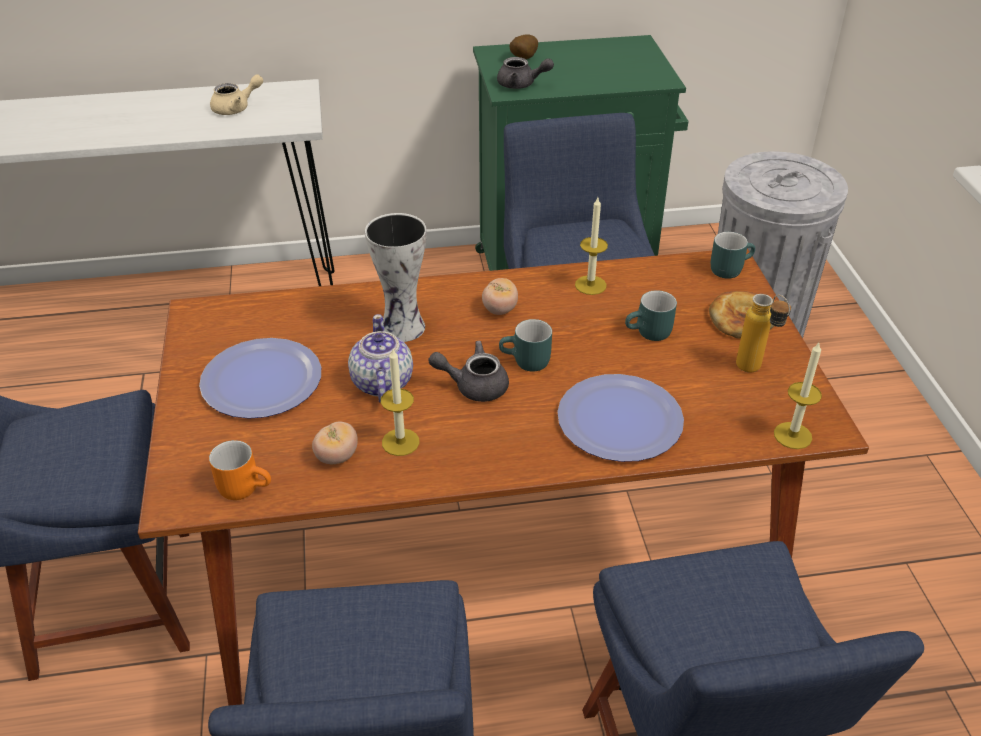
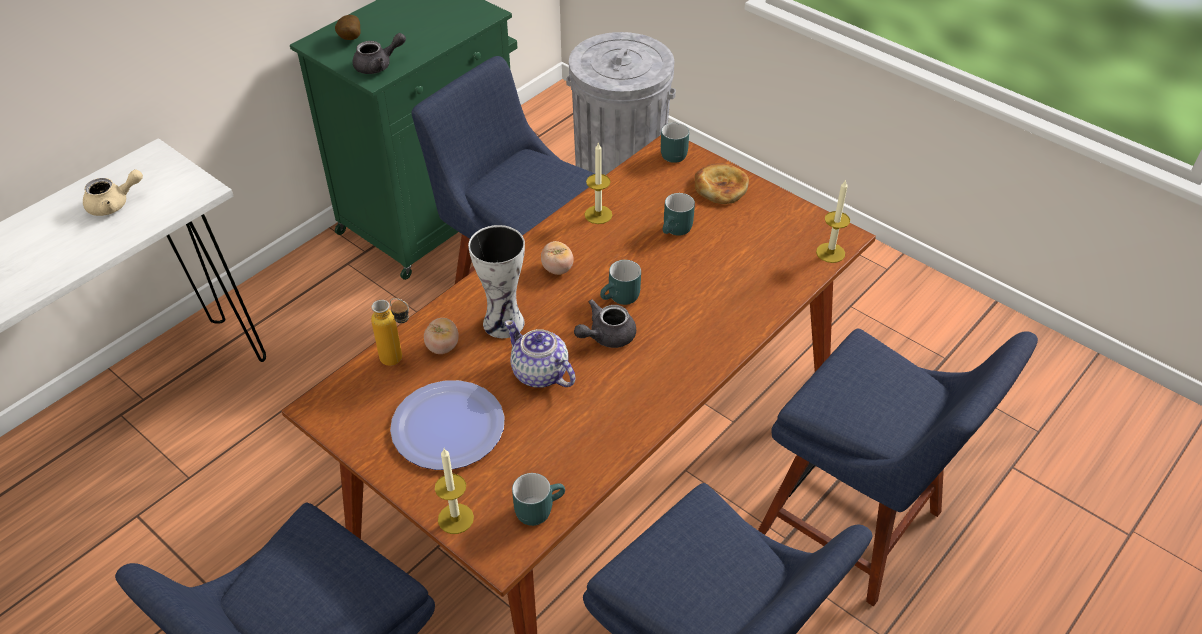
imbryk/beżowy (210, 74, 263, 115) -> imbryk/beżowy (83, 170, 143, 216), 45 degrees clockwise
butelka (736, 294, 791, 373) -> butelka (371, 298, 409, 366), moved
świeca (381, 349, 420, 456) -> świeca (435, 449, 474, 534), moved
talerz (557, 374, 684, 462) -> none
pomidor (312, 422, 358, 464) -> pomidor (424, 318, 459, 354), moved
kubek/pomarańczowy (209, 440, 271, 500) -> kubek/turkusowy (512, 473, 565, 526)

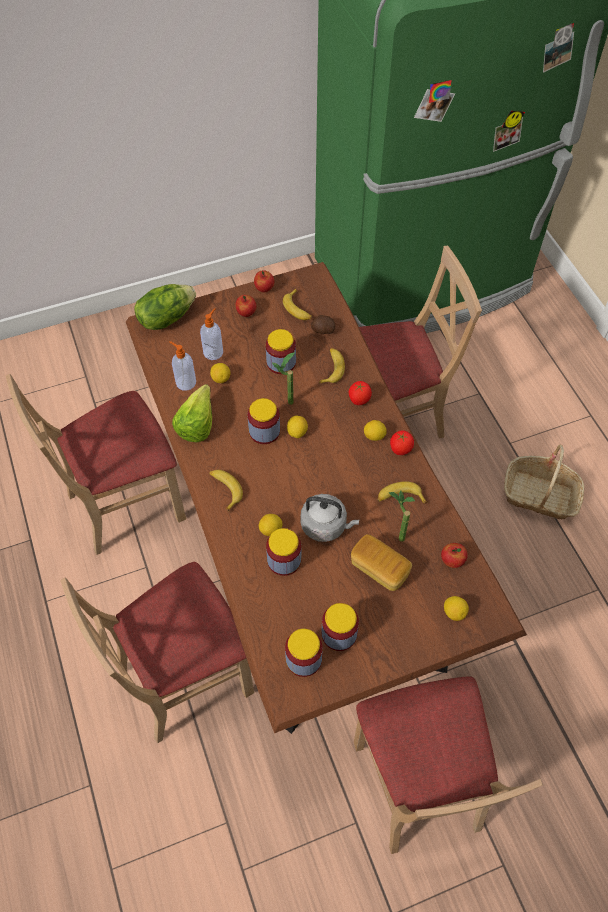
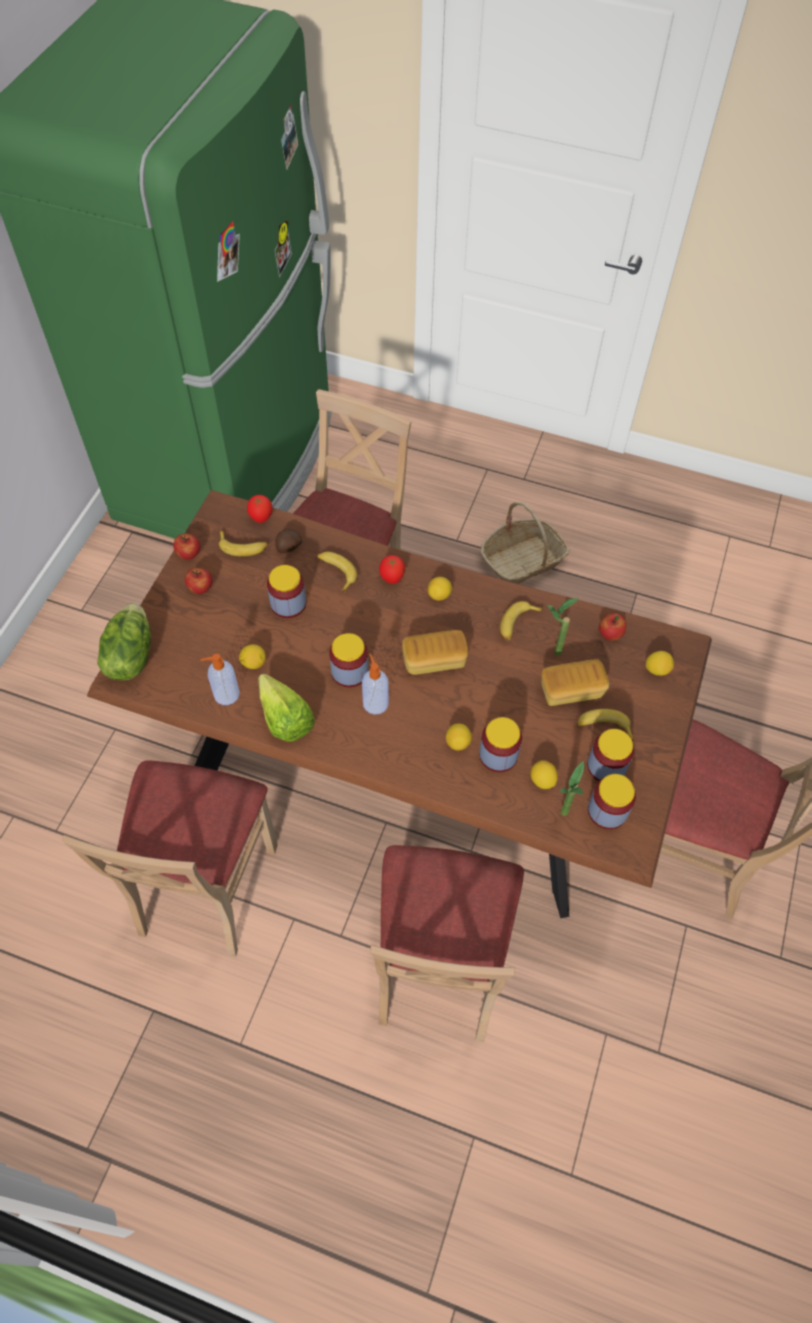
dozownik mydła (200, 308, 223, 360) -> dozownik mydła (362, 653, 389, 715), moved
roślina doniczkowa (272, 352, 295, 405) -> roślina doniczkowa (560, 761, 584, 816), moved
cytryna (287, 416, 308, 438) -> cytryna (530, 760, 558, 789), moved
pomidor (390, 430, 414, 455) -> pomidor (247, 495, 273, 523), moved
banan (210, 470, 243, 512) -> banan (576, 709, 635, 740), moved
czajnik/szary (301, 494, 359, 542) -> none
none -> chleb (402, 630, 468, 675)

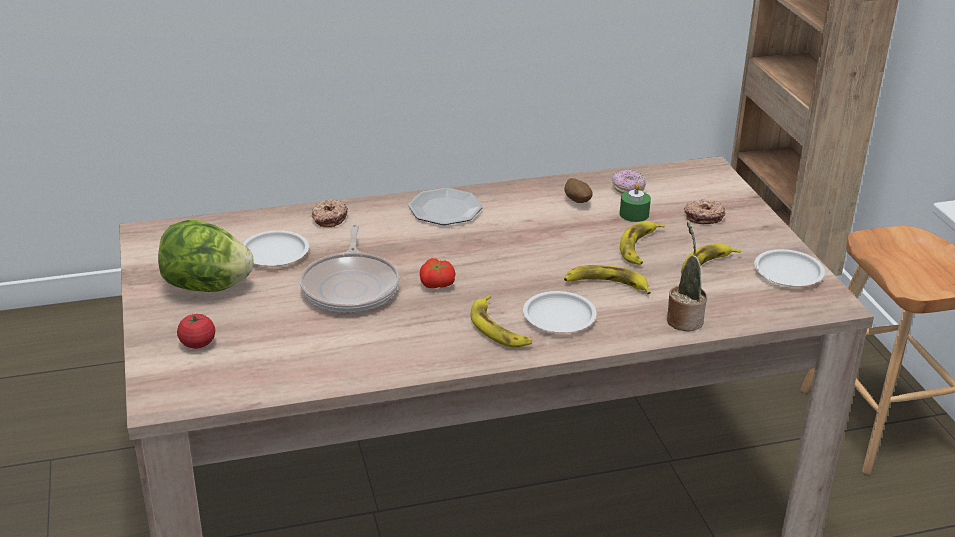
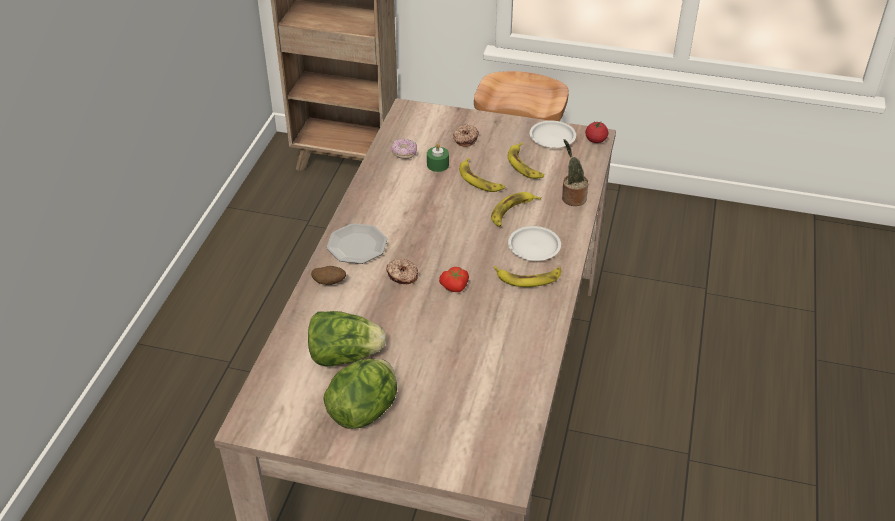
ziemniak (564, 178, 593, 203) -> ziemniak (311, 266, 346, 285), moved
donut (312, 199, 348, 227) -> donut (386, 258, 418, 284), moved
patelnia (300, 224, 400, 312) -> none
talerz/biały (243, 230, 309, 266) -> sałata (308, 311, 386, 366)
pomidor (177, 314, 215, 349) -> pomidor (585, 121, 608, 143), moved

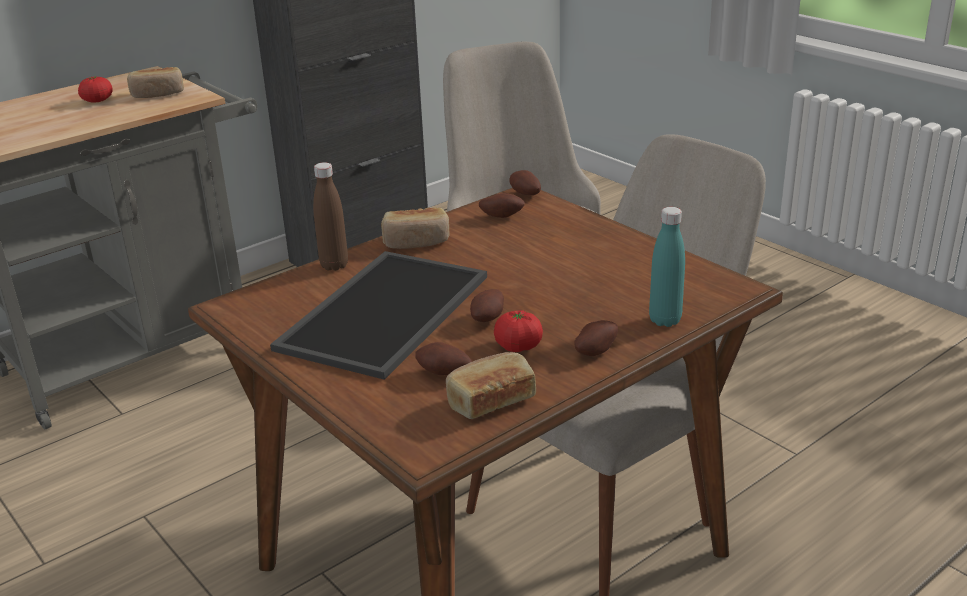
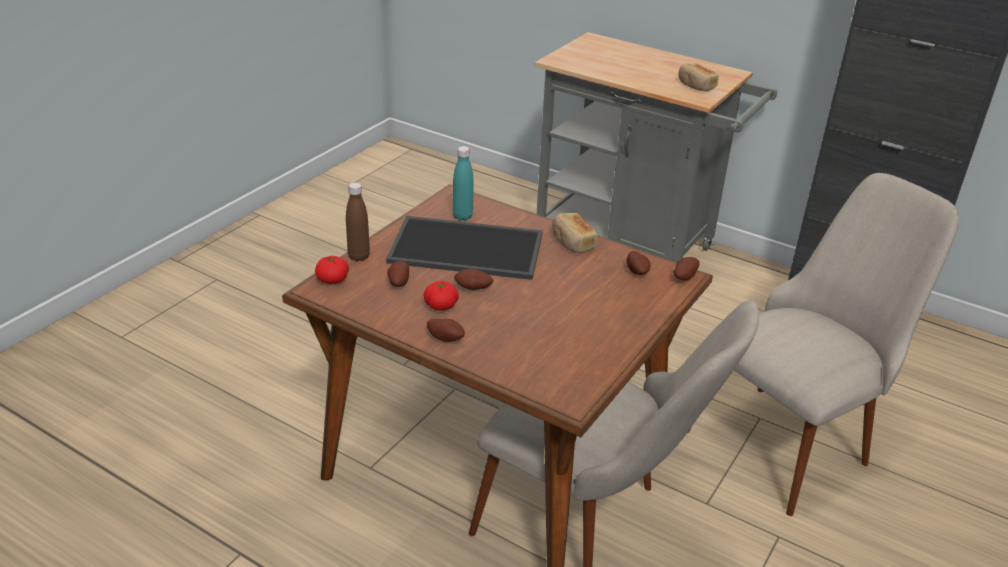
pomidor (78, 76, 113, 103) -> pomidor (315, 256, 349, 284), moved
butelka/brązowy (313, 162, 348, 271) -> butelka/brązowy (346, 182, 370, 261), moved
butelka/turkusowy (649, 207, 685, 327) -> butelka/turkusowy (453, 146, 474, 221), moved
chleb (446, 352, 536, 419) -> none

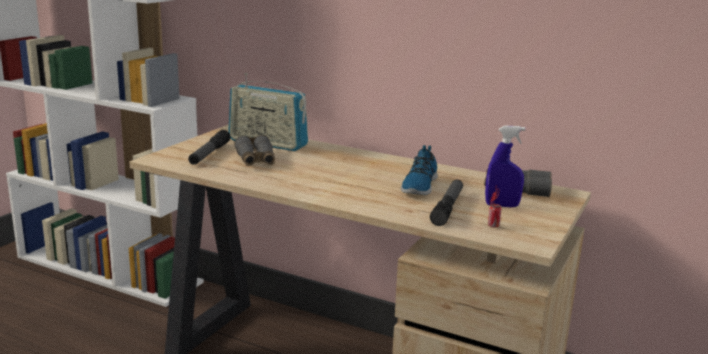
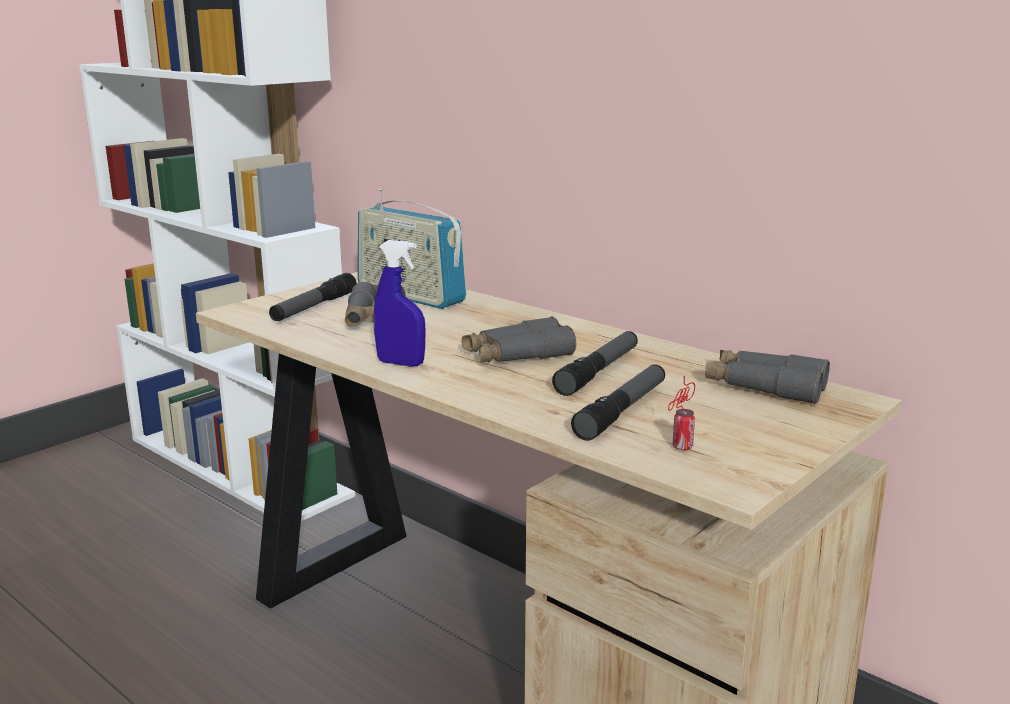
spryskiwacz/niebieski (485, 125, 525, 207) -> spryskiwacz/niebieski (374, 240, 425, 367), moved
but (401, 145, 438, 195) -> latarka (552, 331, 638, 396)
none -> lornetka/szary (462, 316, 576, 362)

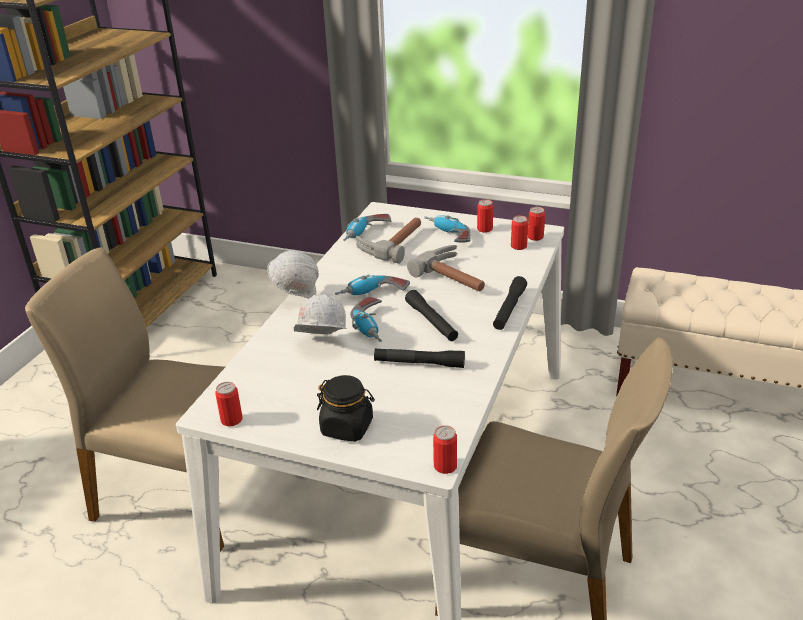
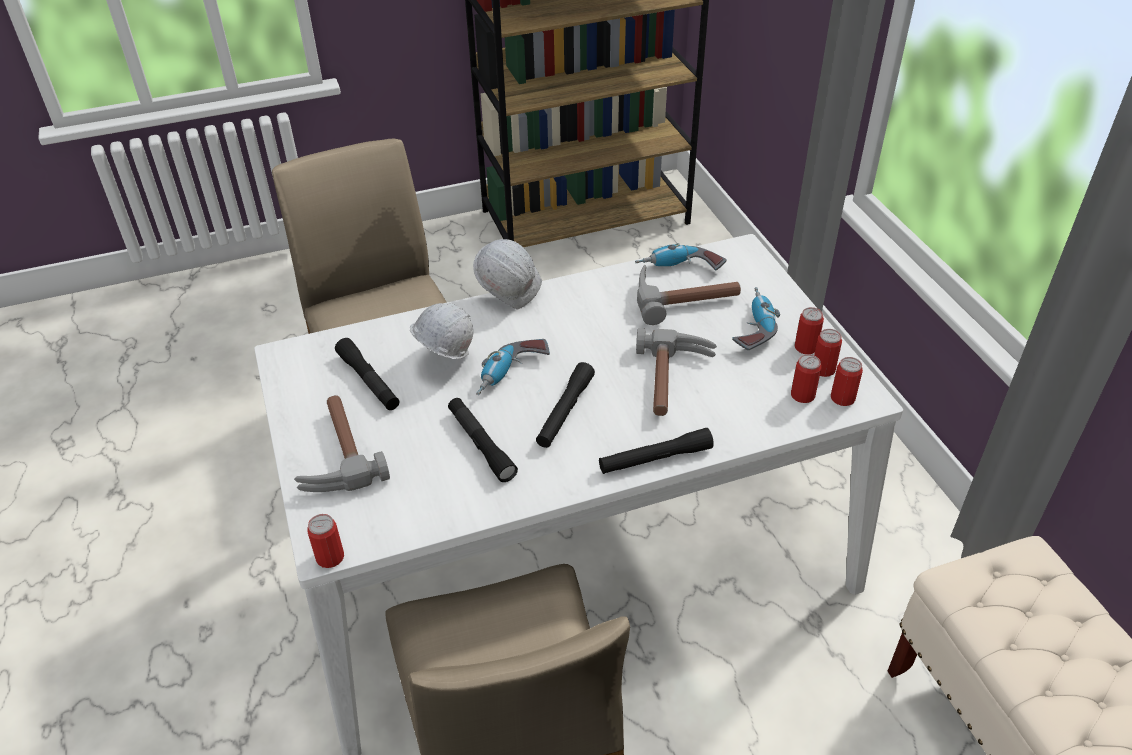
wiertarka (335, 274, 410, 295) -> none
słoik/czarny (317, 375, 375, 442) -> młotek (294, 395, 390, 492)
puszka (216, 382, 243, 426) -> puszka (814, 329, 842, 377), moved
none -> latarka/czarny (335, 338, 399, 410)

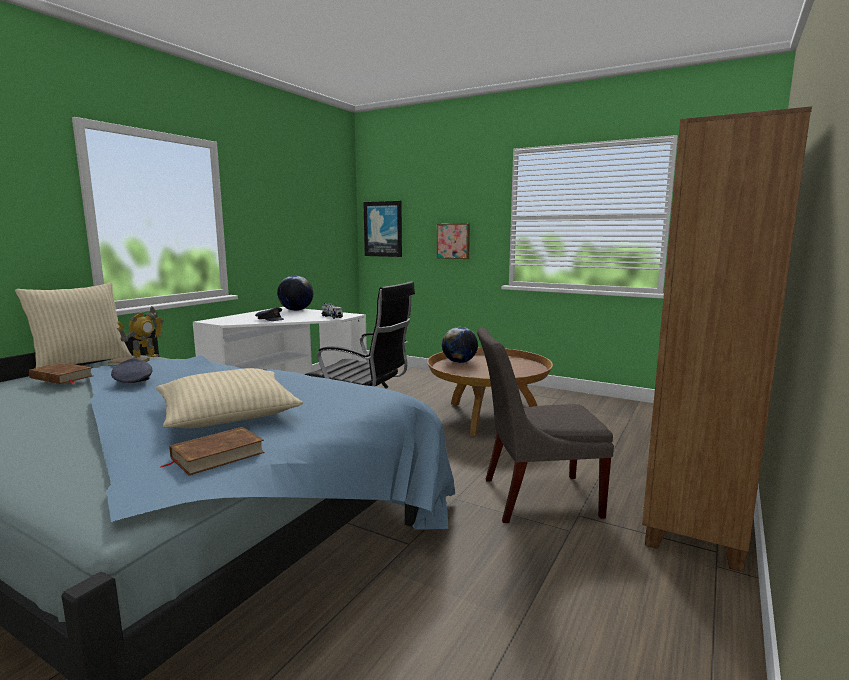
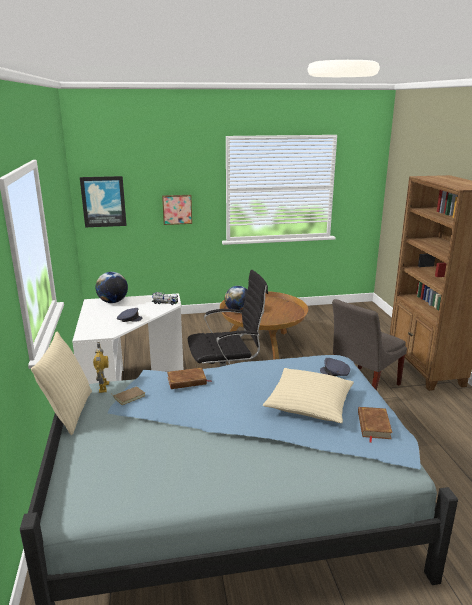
czapka z daszkiem/szary (111, 358, 153, 383) -> czapka z daszkiem/szary (320, 358, 350, 376), moved
książka/brązowy (29, 363, 93, 384) -> książka/brązowy (167, 367, 210, 389), moved

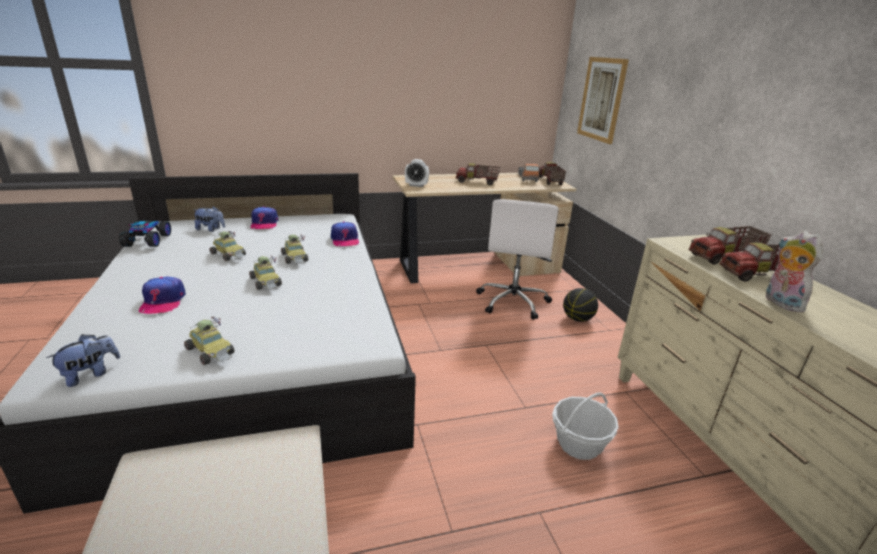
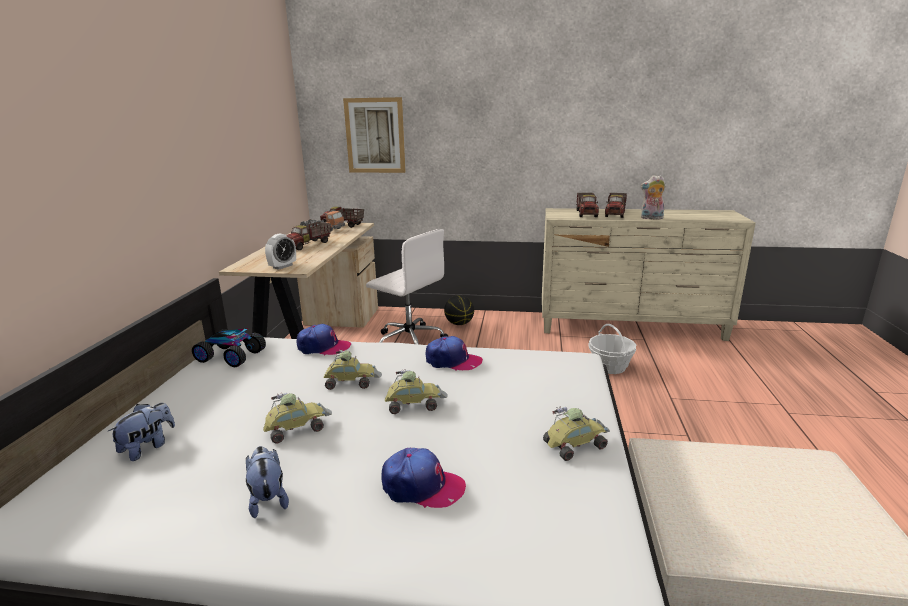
czapka z daszkiem (250, 206, 278, 229) -> czapka z daszkiem (426, 336, 483, 370), moved
samochodzik (119, 221, 171, 247) -> samochodzik (192, 328, 266, 367), moved
pluszak (46, 334, 120, 387) -> pluszak (246, 446, 289, 518), moved

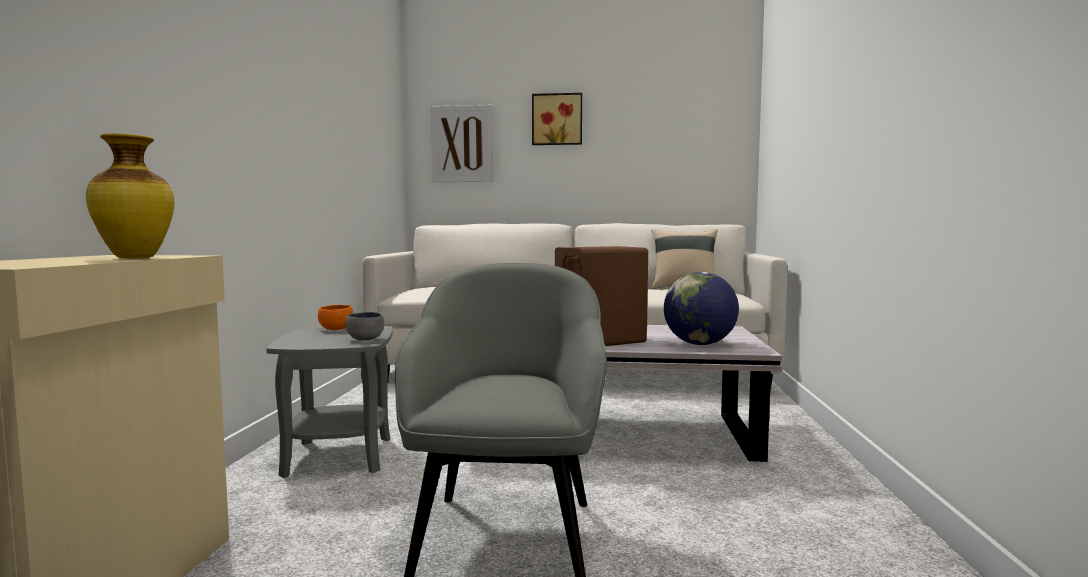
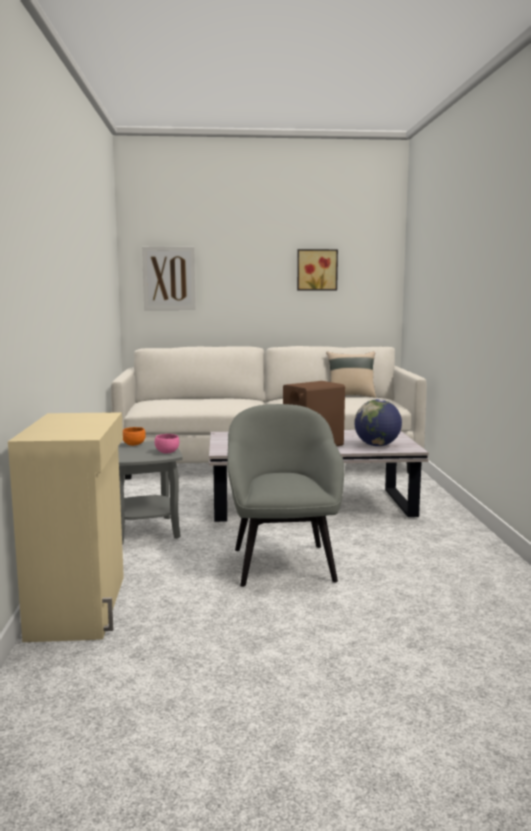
obraz (532, 93, 582, 145) -> obraz (297, 249, 338, 290), moved
wazon (86, 133, 174, 258) -> none
miska/szary (345, 312, 384, 341) -> miska/różowy (155, 434, 179, 453)

